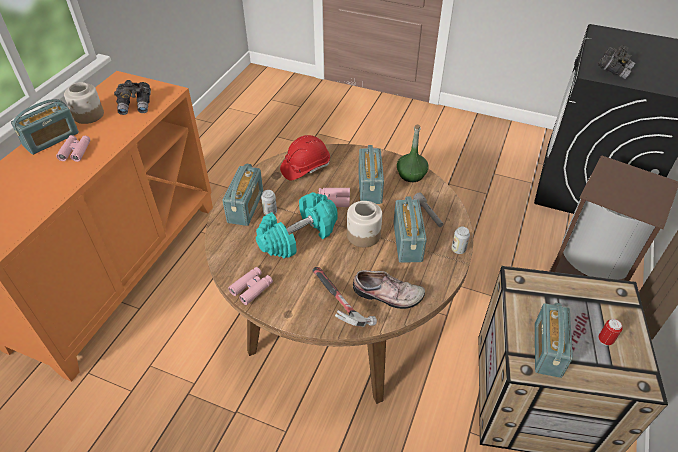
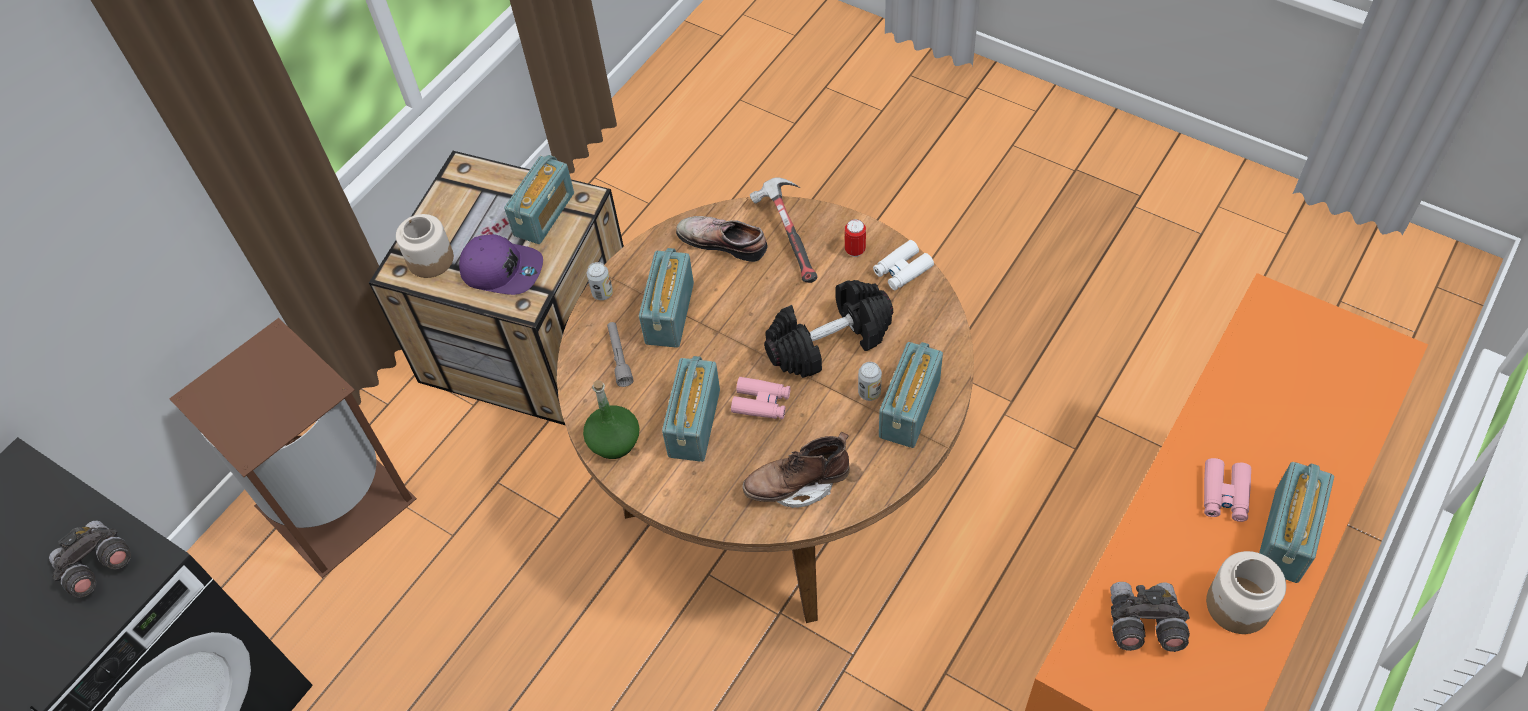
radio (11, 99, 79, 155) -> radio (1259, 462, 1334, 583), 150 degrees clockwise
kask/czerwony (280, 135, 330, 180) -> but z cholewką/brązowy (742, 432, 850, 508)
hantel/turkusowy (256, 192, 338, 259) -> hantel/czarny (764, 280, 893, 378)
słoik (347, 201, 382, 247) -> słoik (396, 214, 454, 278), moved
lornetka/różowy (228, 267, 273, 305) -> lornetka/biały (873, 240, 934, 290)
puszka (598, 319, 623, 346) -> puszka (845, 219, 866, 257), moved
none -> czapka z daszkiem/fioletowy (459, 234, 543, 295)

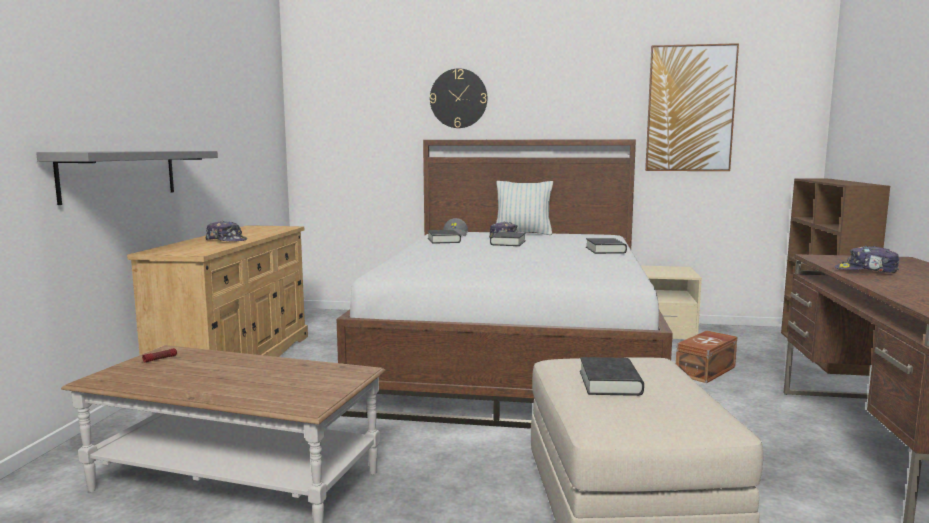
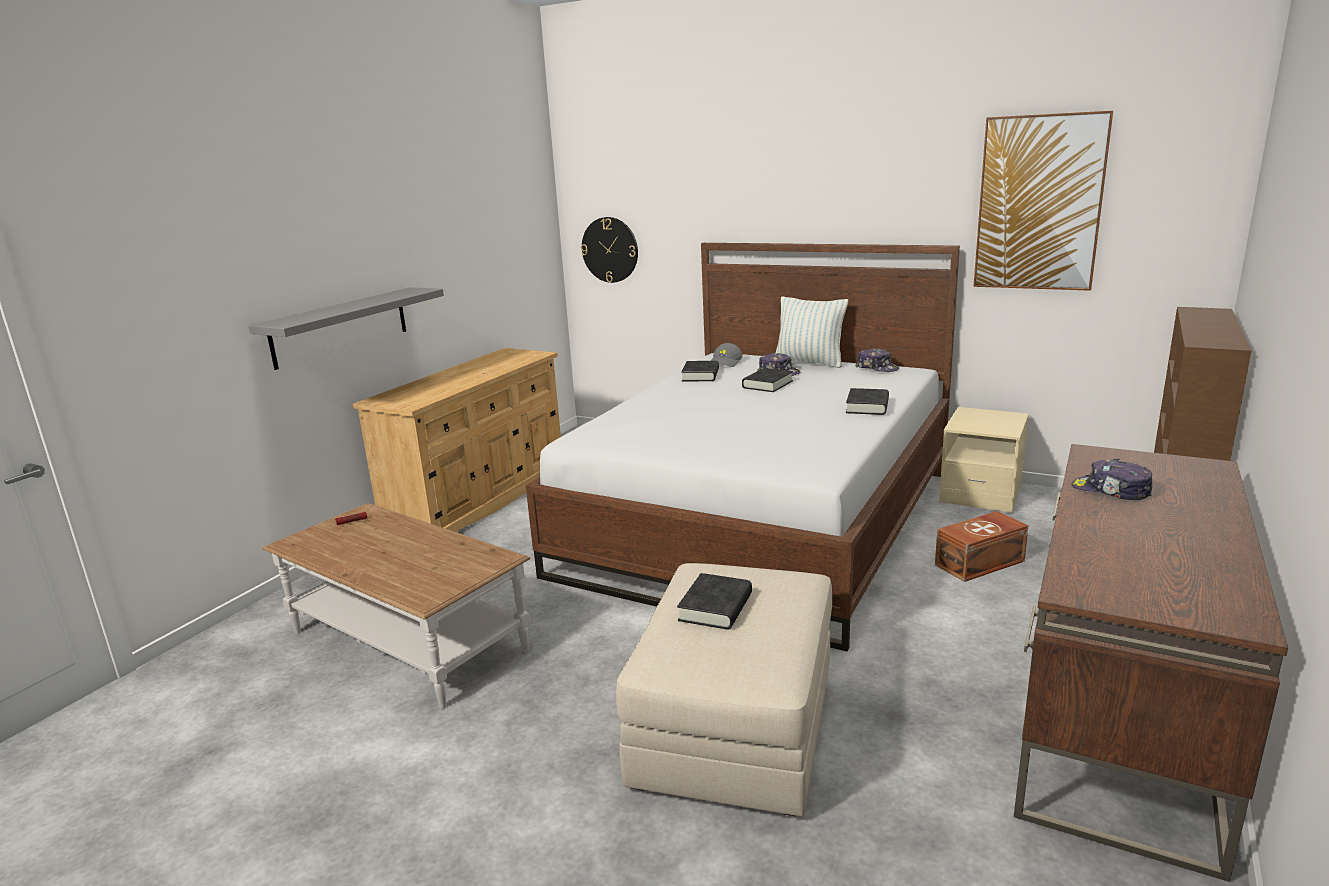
zegar ścienny (430, 68, 487, 128) -> zegar ścienny (581, 217, 638, 283), moved
czapka z daszkiem (206, 221, 247, 242) -> czapka z daszkiem (856, 348, 899, 372), moved

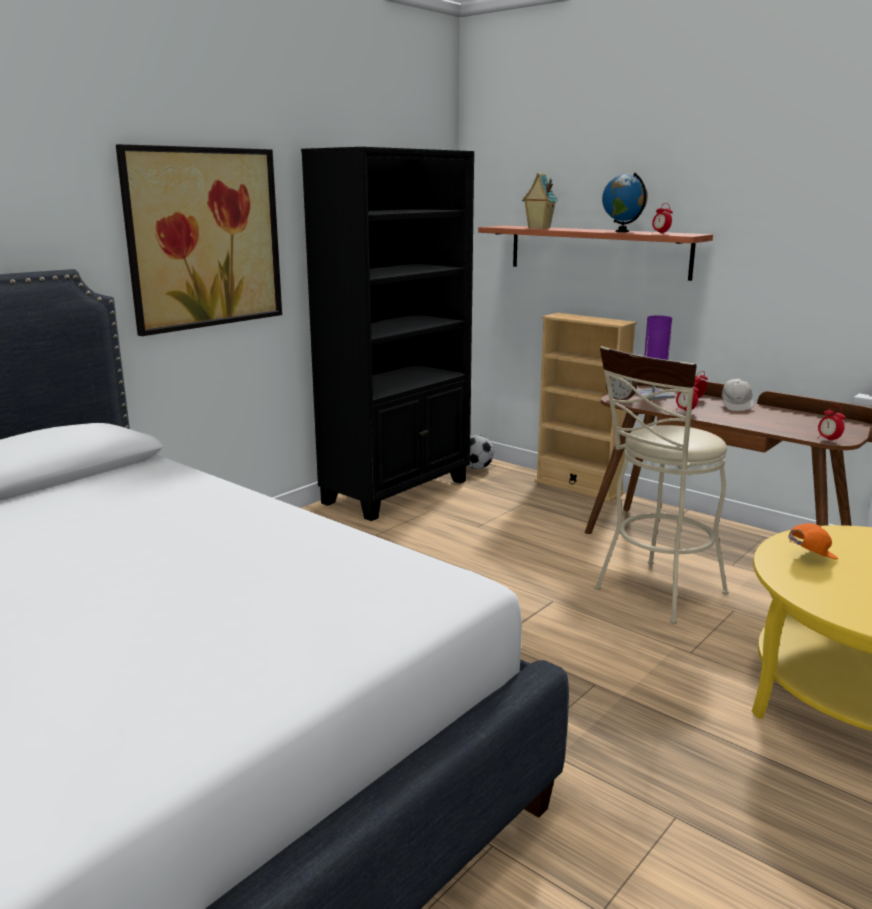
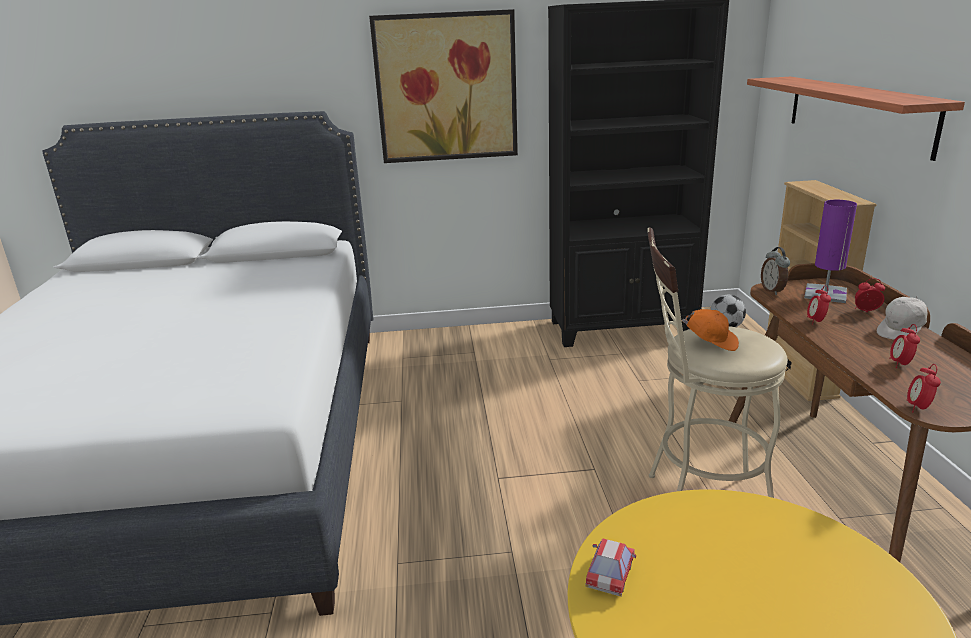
globus (602, 172, 648, 232) -> none
domek (522, 173, 558, 229) -> none
budzik (652, 203, 673, 234) -> budzik (889, 324, 920, 368), moved
czapka z daszkiem/pomarańczowy (788, 523, 838, 560) -> czapka z daszkiem/pomarańczowy (682, 309, 739, 351), moved
none -> samochodzik (585, 538, 636, 597)

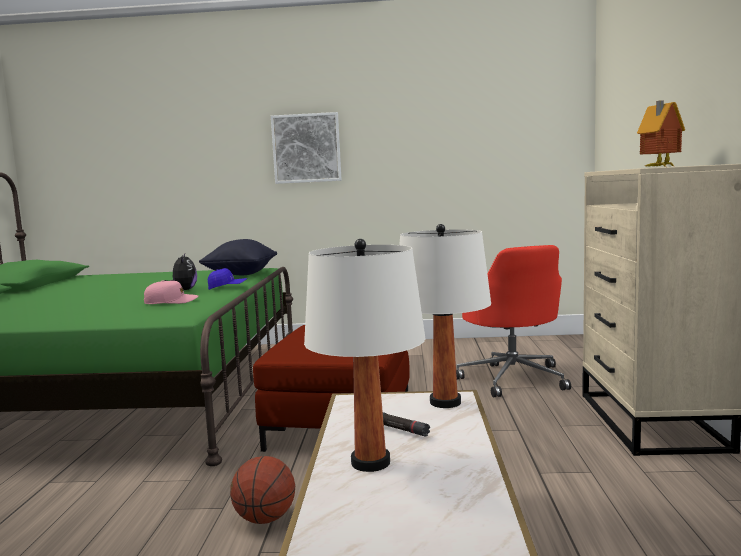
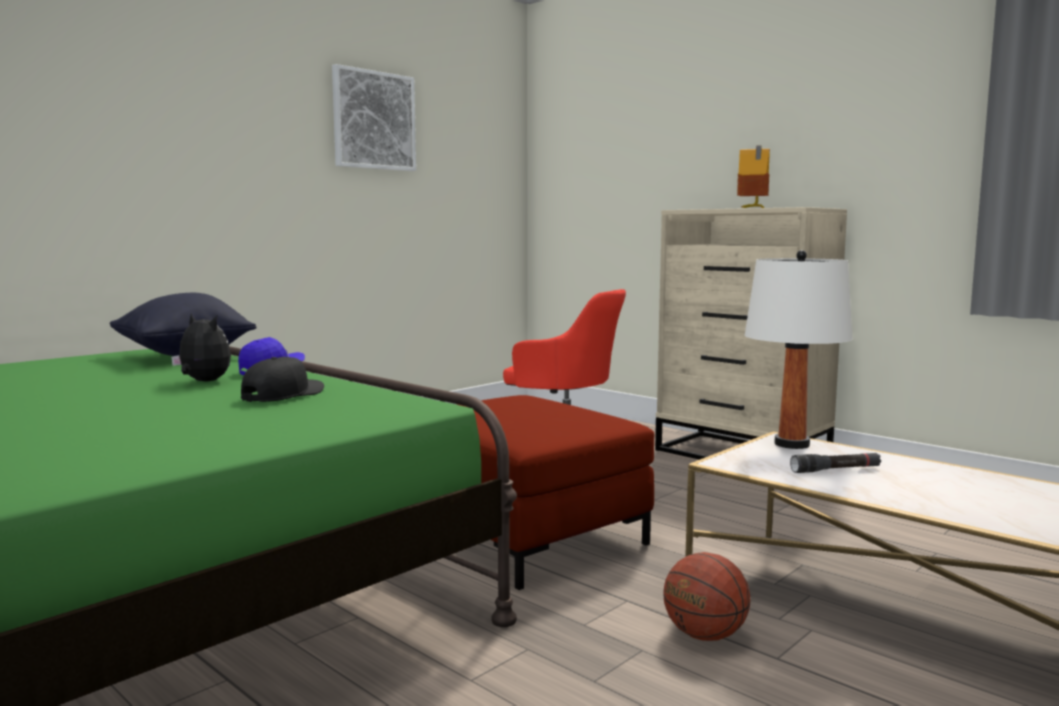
obraz (271, 112, 342, 184) -> obraz (332, 64, 416, 171), moved
lampa stołowa/biały (304, 239, 426, 472) -> none
czapka z daszkiem/różowy (144, 280, 198, 304) -> czapka z daszkiem/czarny (241, 357, 324, 402)

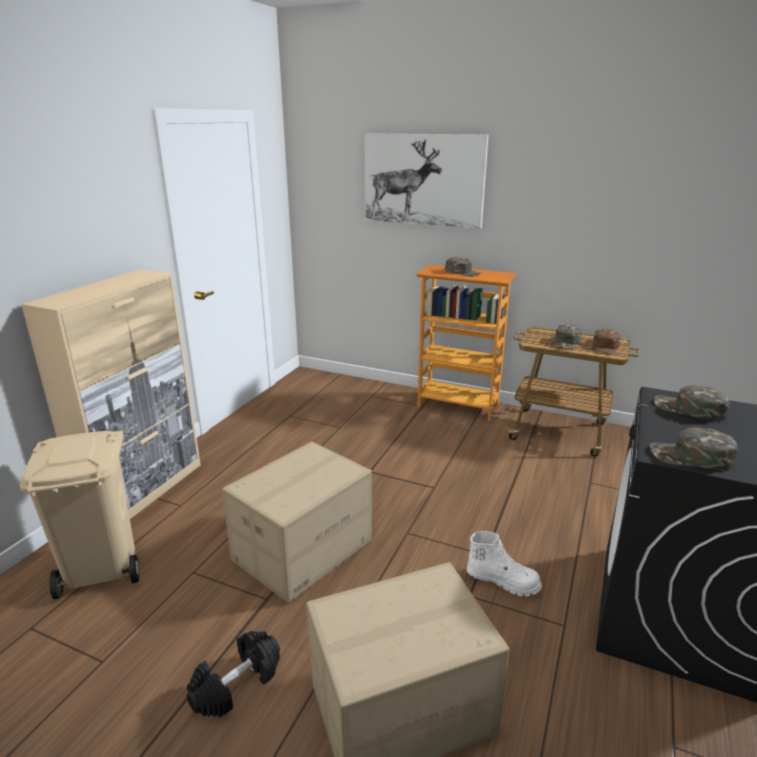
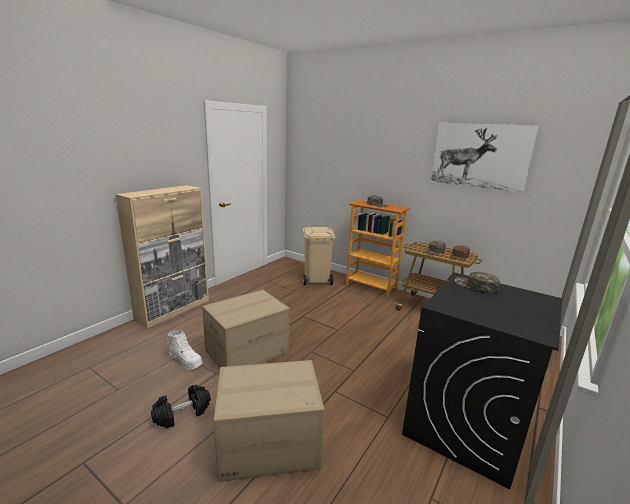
obraz (365, 133, 488, 229) -> obraz (431, 123, 539, 193), moved
czapka z daszkiem/zielony (650, 427, 738, 470) -> none
kosz na śmieci/beżowy (20, 431, 139, 599) -> kosz na śmieci/beżowy (302, 227, 336, 285), moved
but z cholewką/biały (467, 531, 542, 596) -> but z cholewką/biały (167, 330, 203, 370), moved

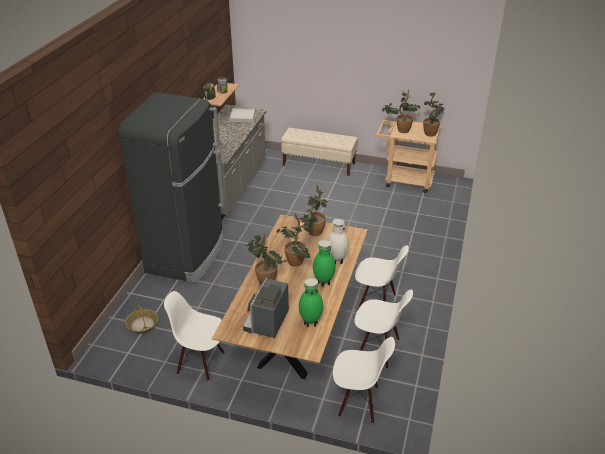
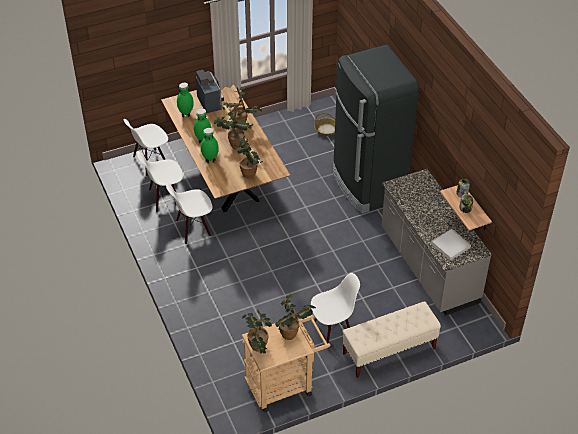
wazon/biały (327, 219, 349, 264) -> wazon/zielony (201, 128, 219, 163)
krzesło/biały (164, 291, 225, 381) -> krzesło/biały (311, 273, 360, 344), moved

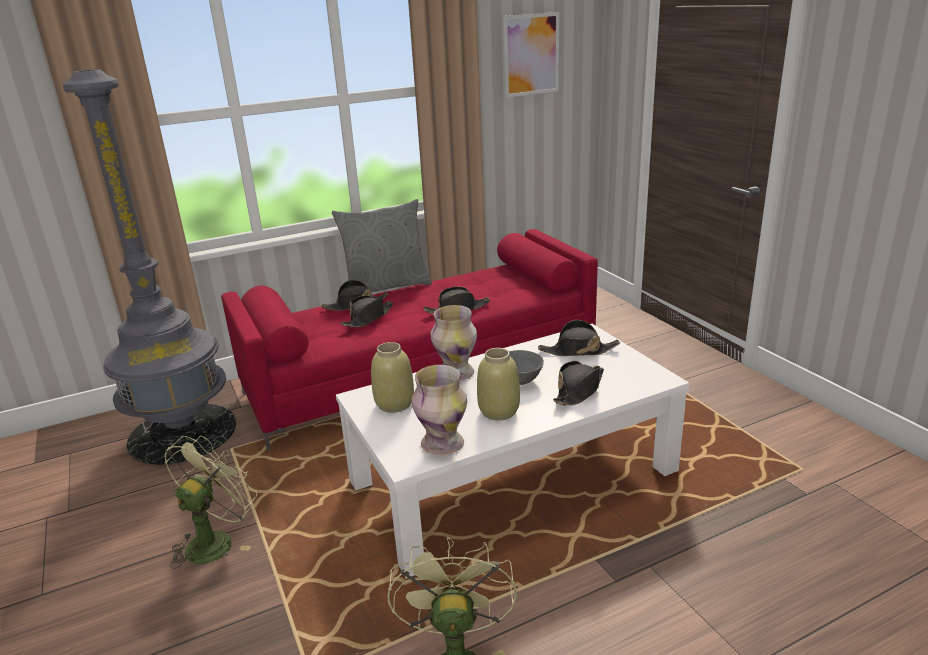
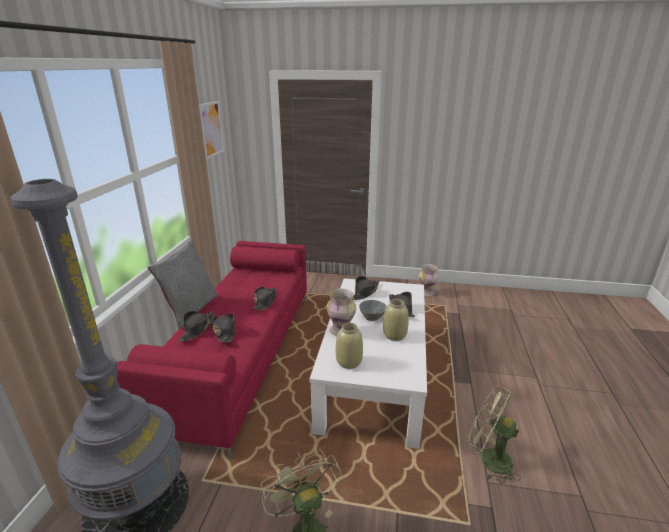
wazon (412, 365, 467, 456) -> wazon (418, 264, 439, 296), moved

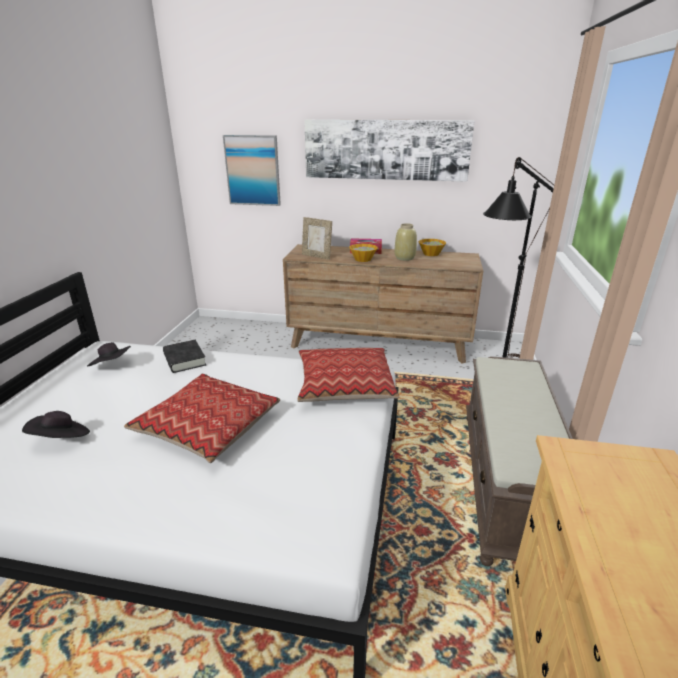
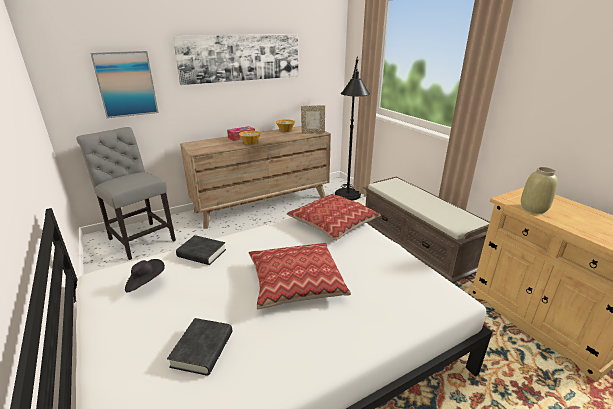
ramka na zdjęcie (302, 217, 332, 260) -> ramka na zdjęcie (301, 105, 325, 134), moved
wazon/beżowy (395, 223, 417, 261) -> wazon/beżowy (521, 167, 558, 213), moved
kapelusz/czarny (22, 411, 90, 438) -> książka/czarny (167, 318, 232, 376)
none -> krzesło/szary (76, 127, 176, 260)

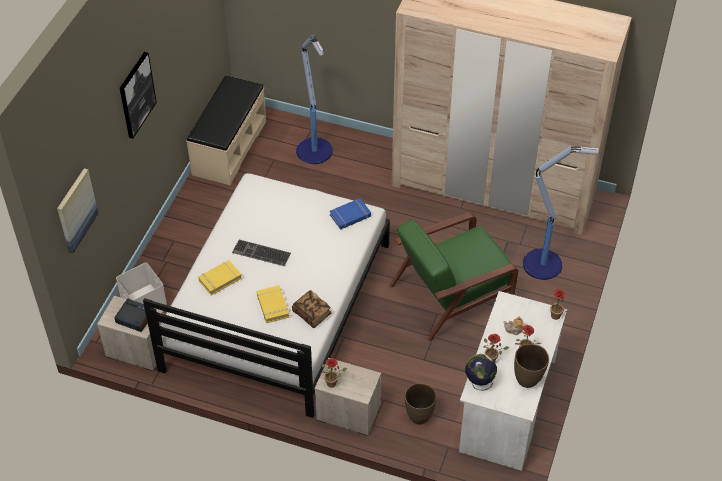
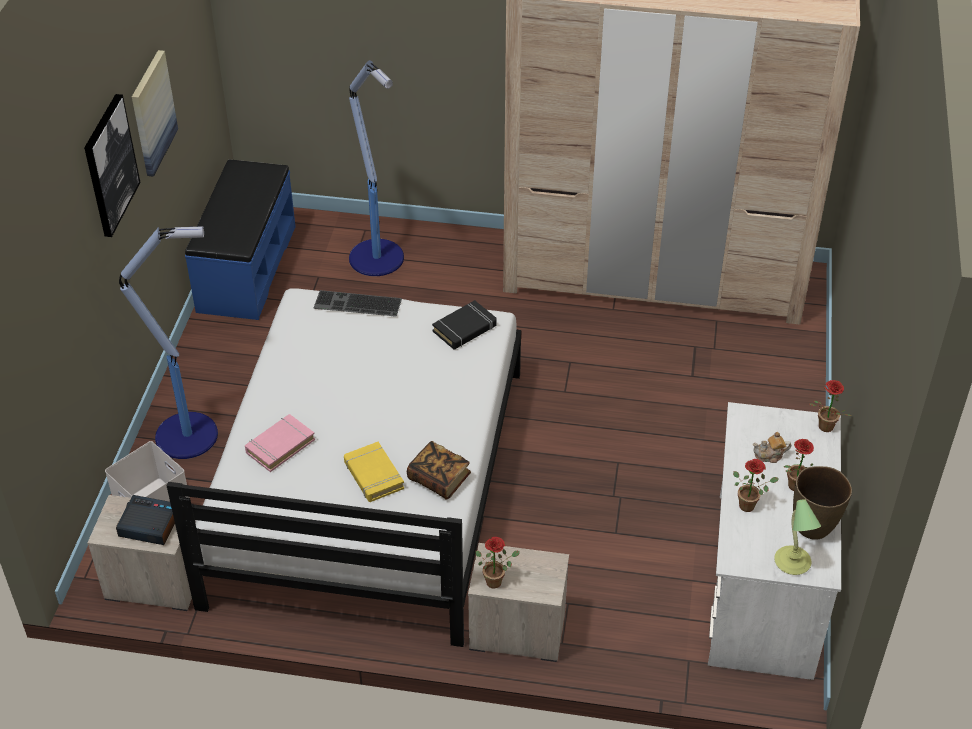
ławka/beżowy (187, 75, 266, 185) -> ławka/niebieski (185, 160, 296, 320)
lampa stojąca (523, 146, 599, 280) -> lampa stojąca (119, 226, 218, 459), moved
obraz (57, 168, 99, 253) -> obraz (132, 50, 178, 177), moved
książka/niebieski (330, 198, 371, 230) -> książka/czarny (432, 300, 497, 350)
fotel/zielony (389, 212, 518, 341) -> none
klawiatura (232, 240, 291, 266) -> klawiatura (313, 290, 402, 317), moved
książka/żółty (198, 260, 242, 295) -> książka/różowy (245, 414, 315, 472)
globus (465, 354, 497, 390) -> none
wazon/brązowy (405, 383, 437, 425) -> none
none -> lampa stołowa (774, 500, 821, 575)

